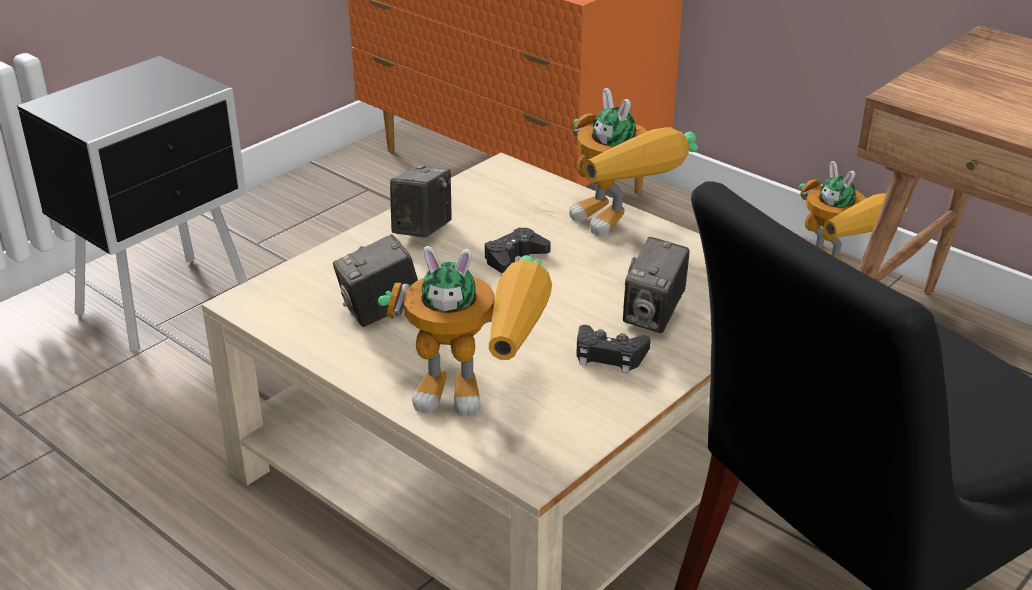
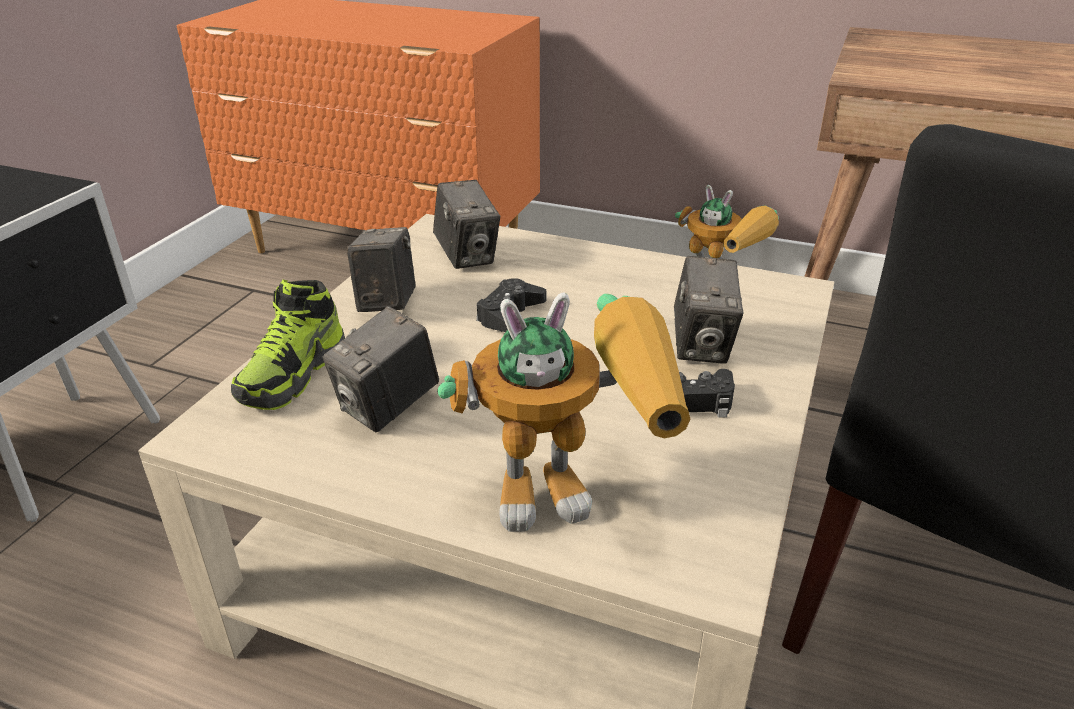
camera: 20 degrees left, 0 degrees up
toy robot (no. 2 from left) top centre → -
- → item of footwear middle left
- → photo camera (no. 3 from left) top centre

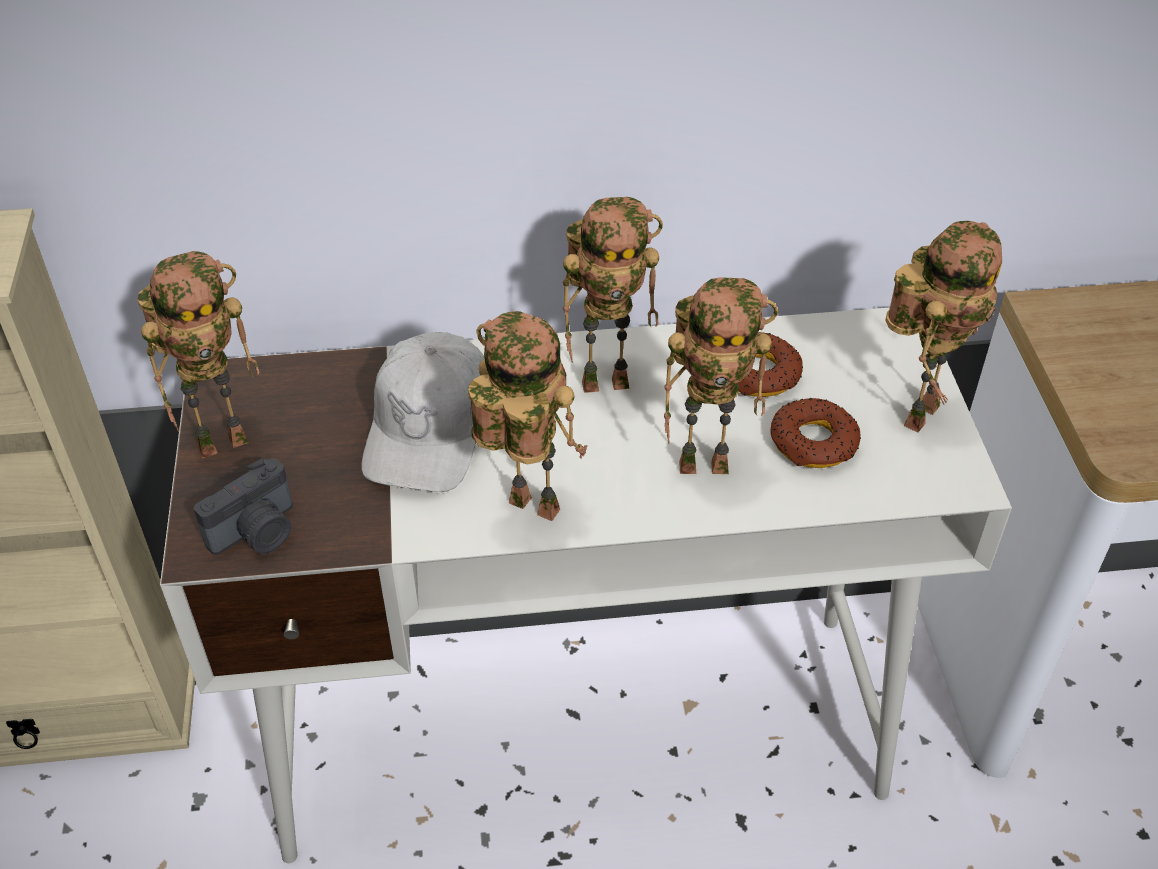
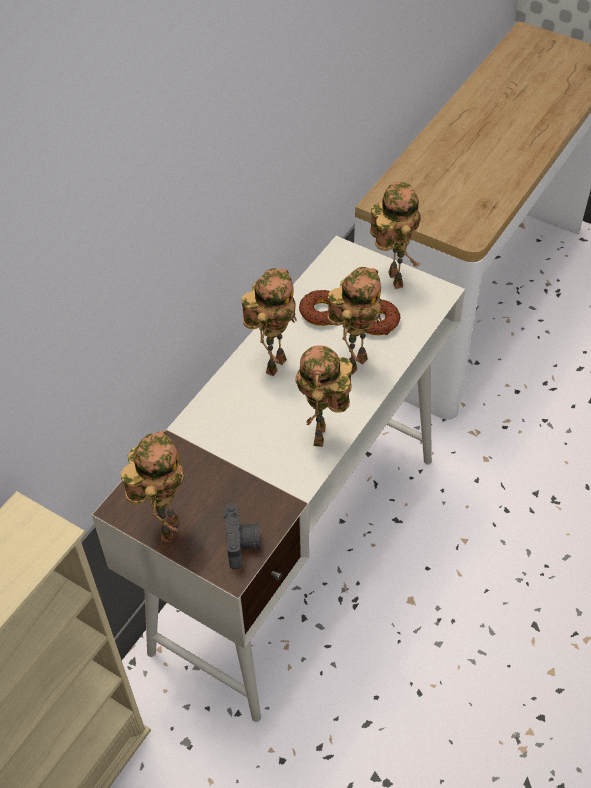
camera: 50 degrees left, 5 degrees up
white-coloured baseball cap centre → -
toy robot (no. 2 from left in the first image) centre → toy robot (no. 3 from left) centre, 60 degrees counterclockwise

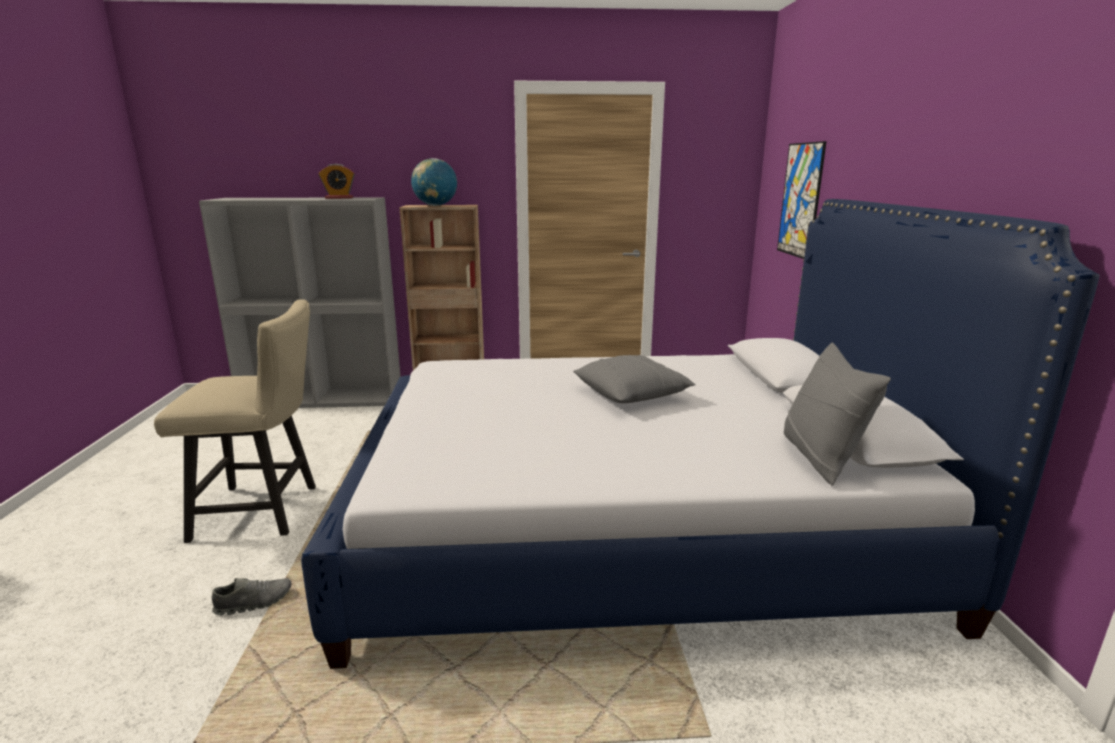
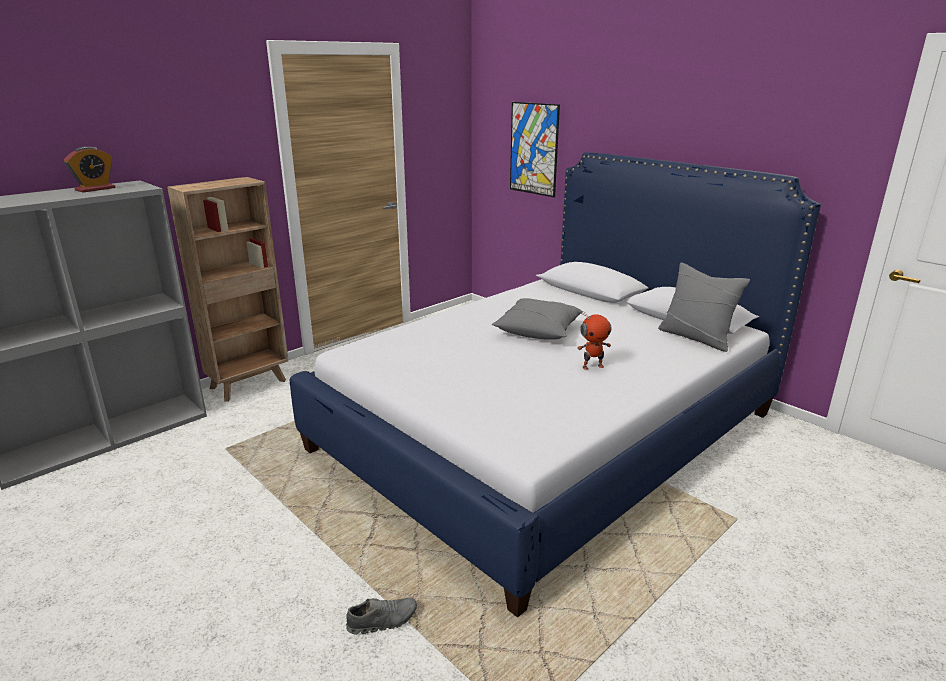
camera: 40 degrees left, 5 degrees up
beige chair middle left → -
gray item of footwear bottom left → gray item of footwear bottom centre, 45 degrees clockwise
world globe top centre → -
- → toy robot centre

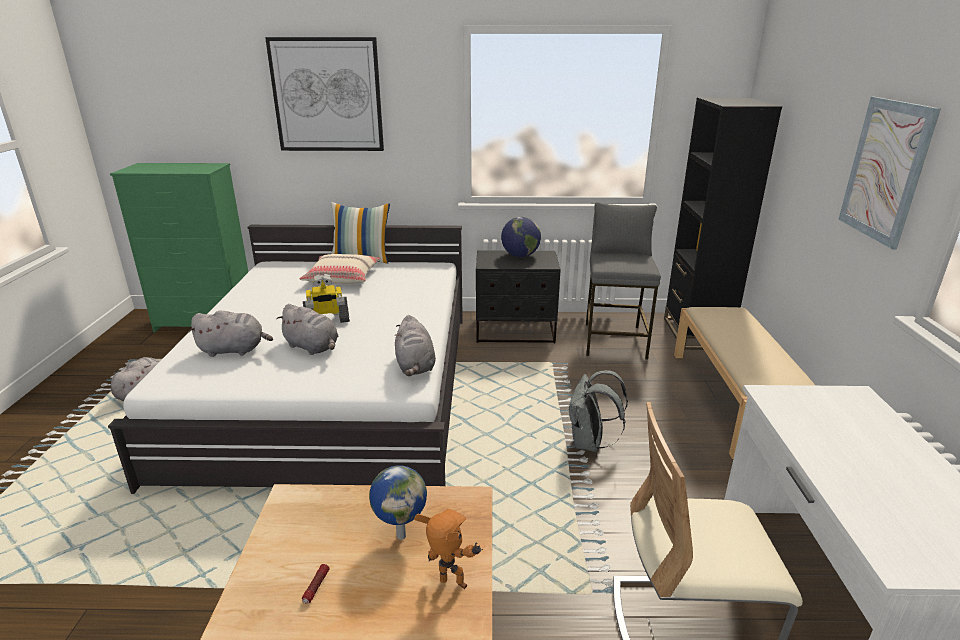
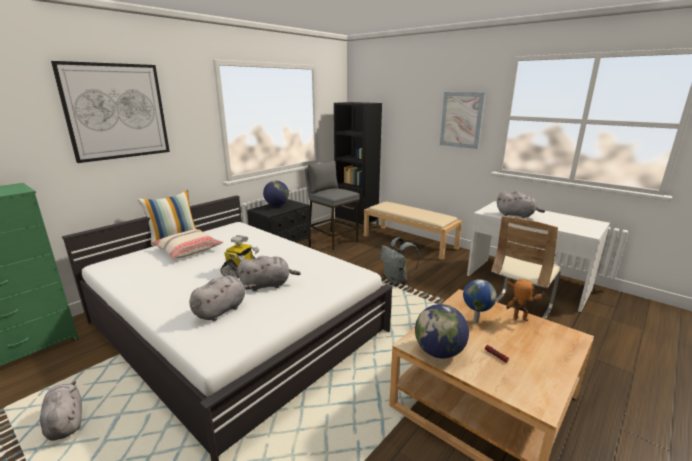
camera: 50 degrees left, 5 degrees down
gray plush toy (no. 4 from left) centre → gray plush toy (no. 4 from left) middle right, shifted
toy robot (no. 2 from left) bottom centre → toy robot (no. 2 from left) middle right, 45 degrees clockwise
- → world globe (no. 2 from left) bottom centre

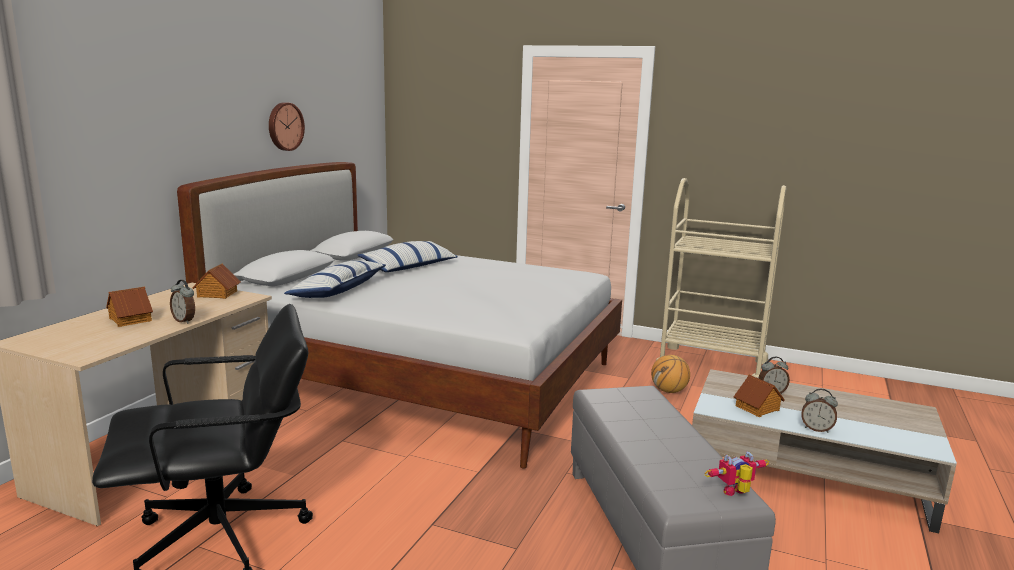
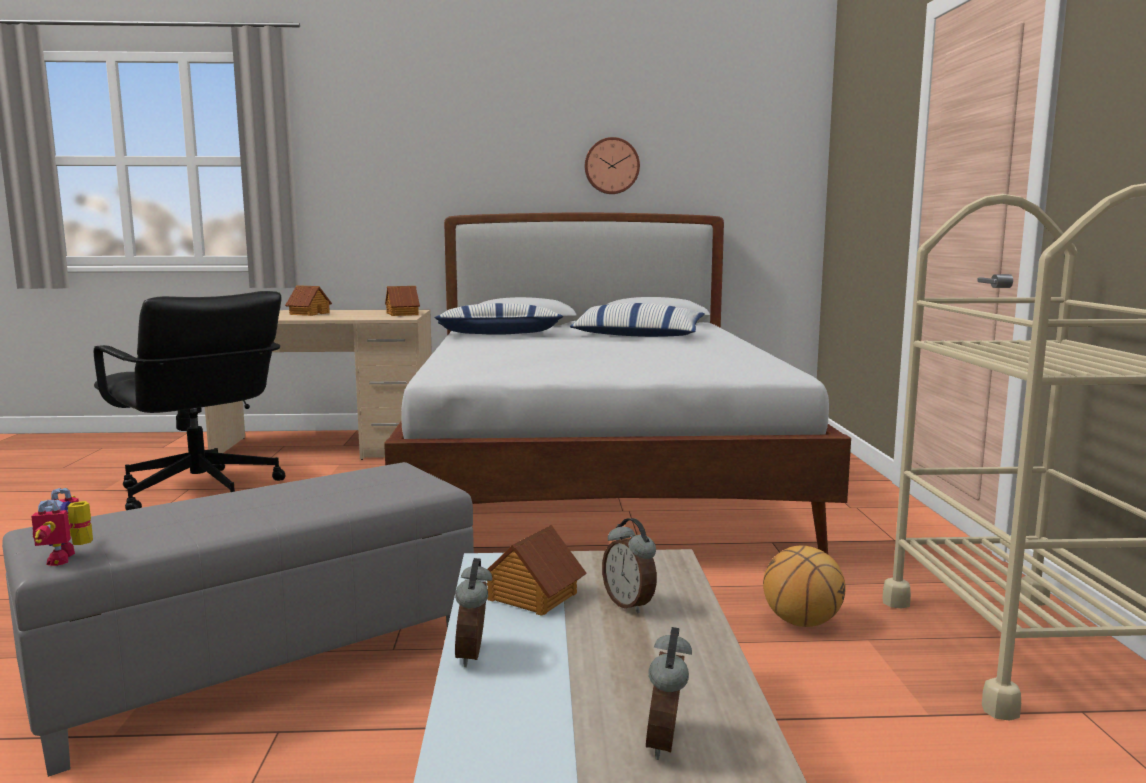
camera: 65 degrees right, 5 degrees down
table clock (no. 1 from left in the first image) middle left → table clock (no. 3 from left) bottom centre, shifted
toy robot bottom right → toy robot bottom left, 150 degrees counterclockwise

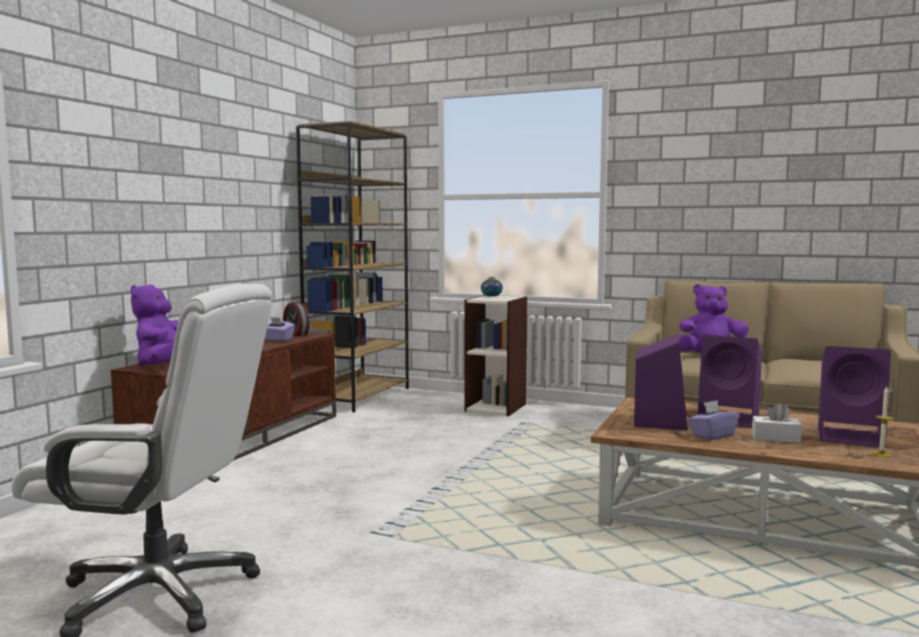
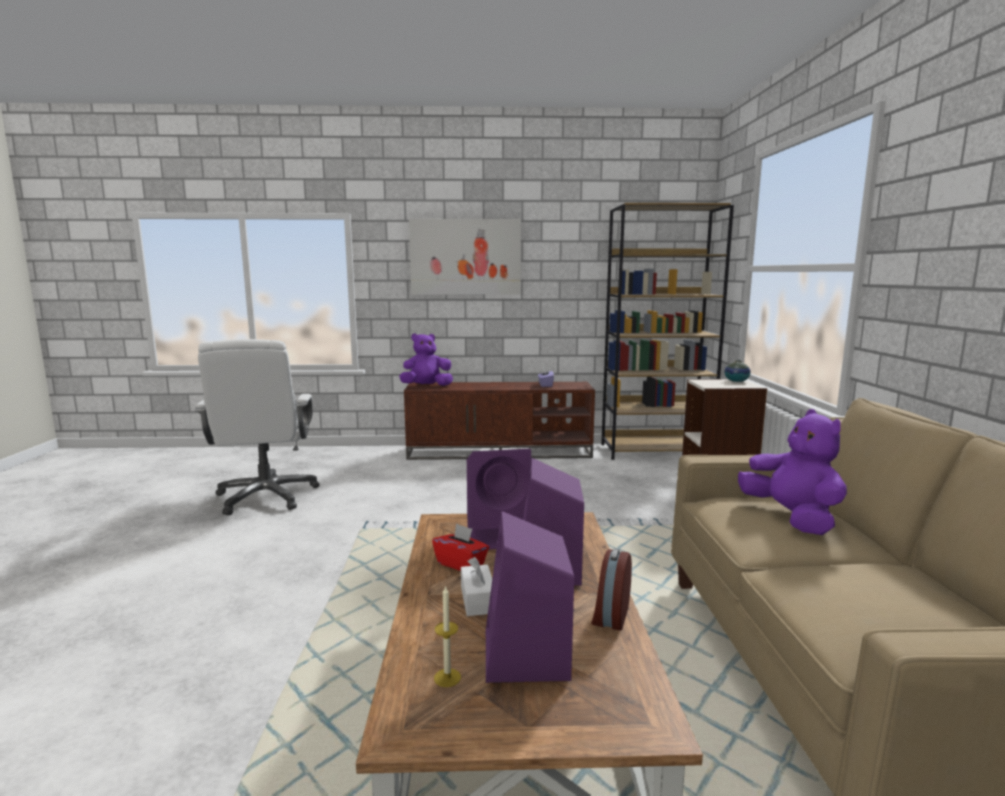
camera: 65 degrees right, 5 degrees up
table clock middle left → table clock bottom centre, shifted
purple-coloured box of tissues (no. 2 from left) middle right → reddish box of tissues bottom centre
- → picture top centre

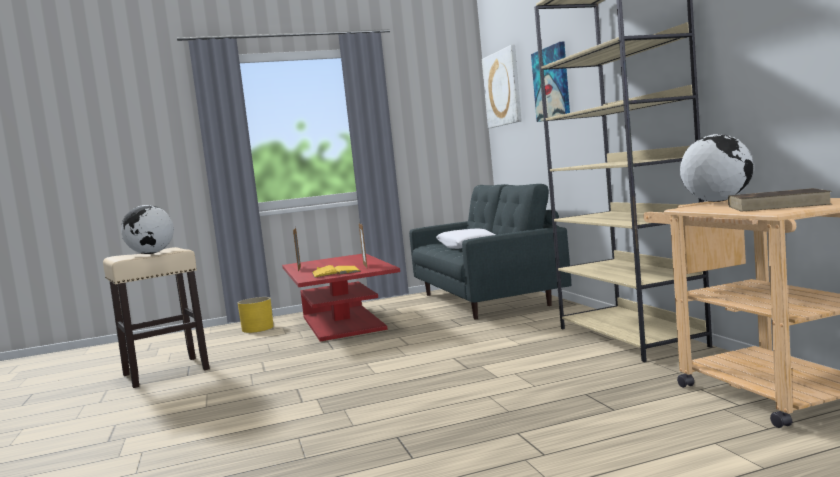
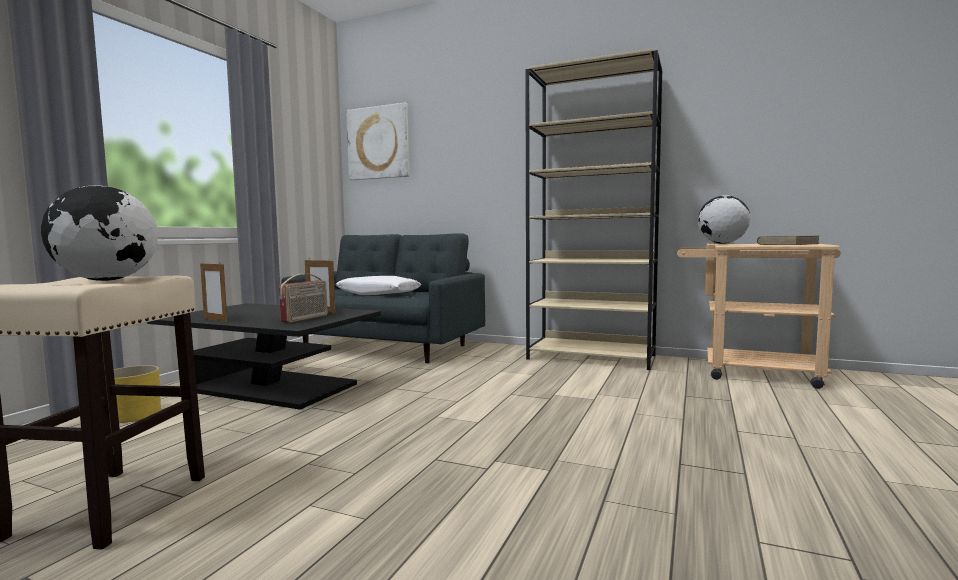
camera: 50 degrees left, 0 degrees up
reddish low table centre → blackish low table middle left
yellow book centre → radio middle left
picture (no. 2 from left) top centre → -

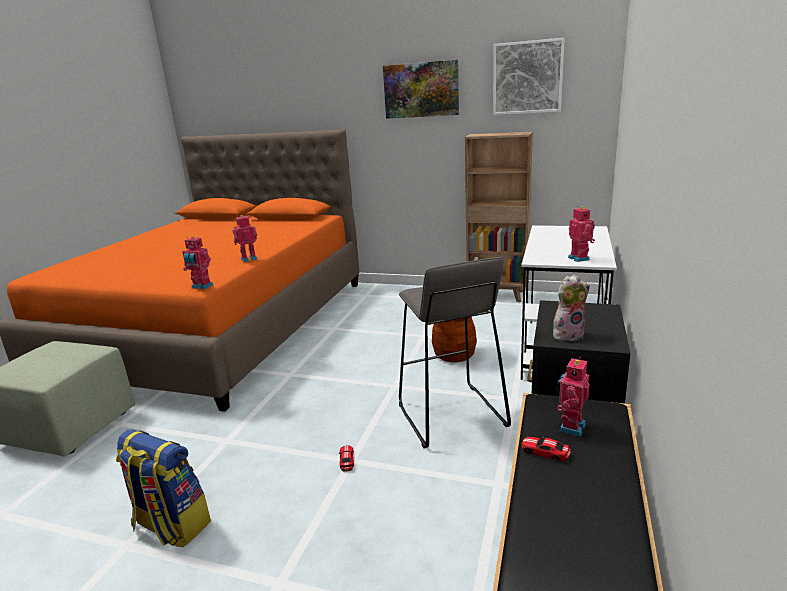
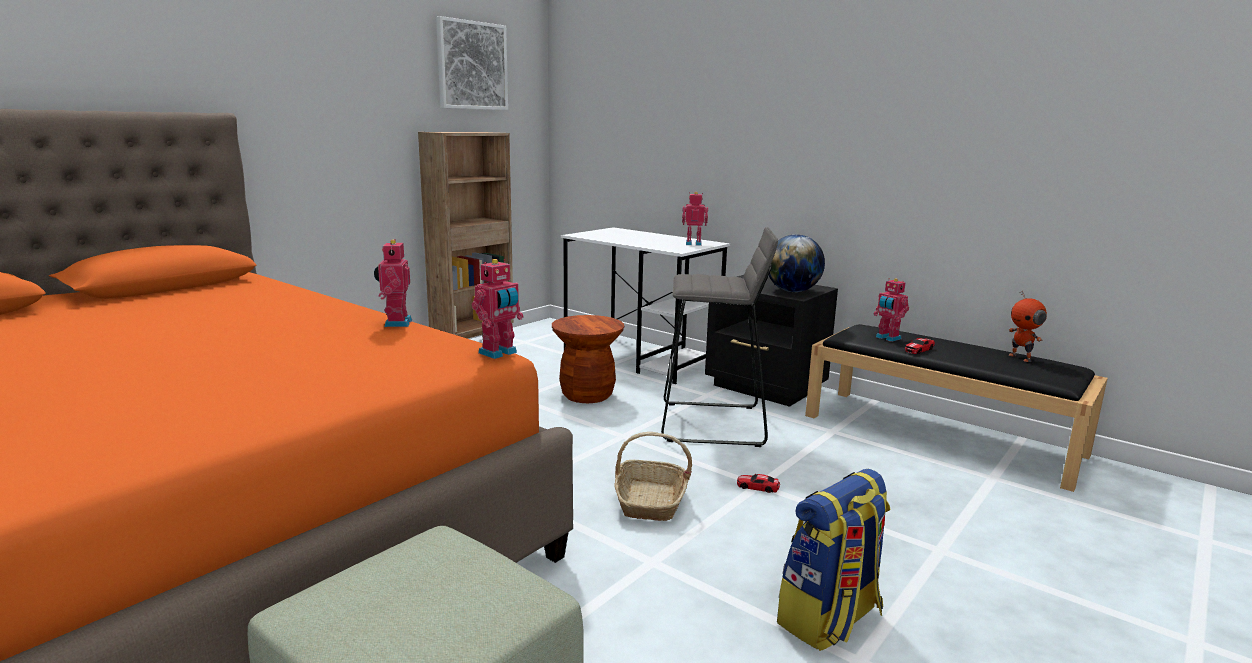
camera: 70 degrees left, 5 degrees down
picture (no. 1 from left) top centre → -
plush toy middle right → world globe centre
- → household basket bottom centre
- → toy robot (no. 5 from left) middle right

